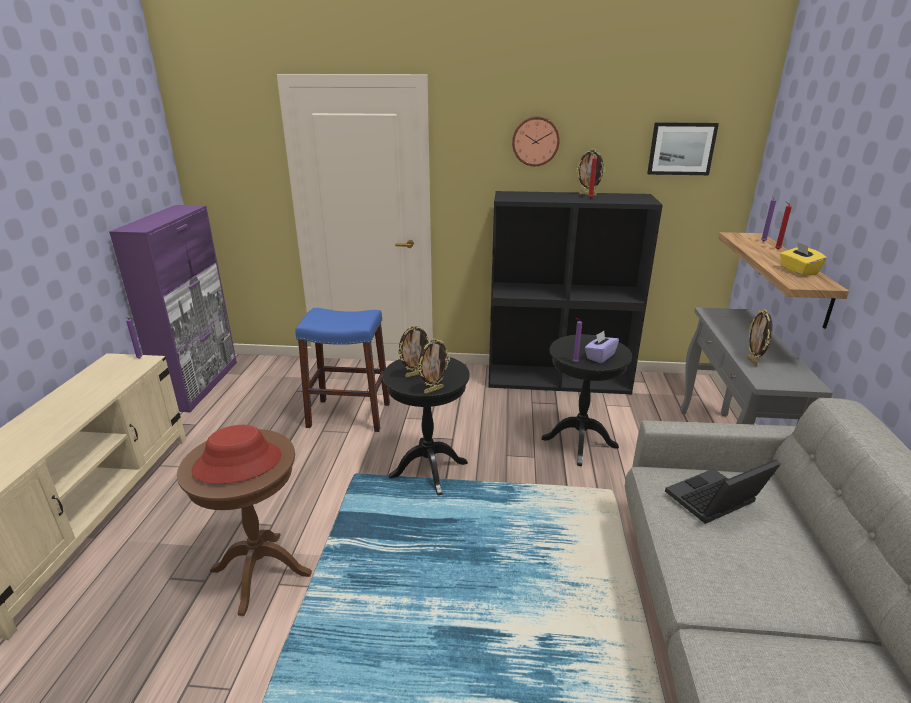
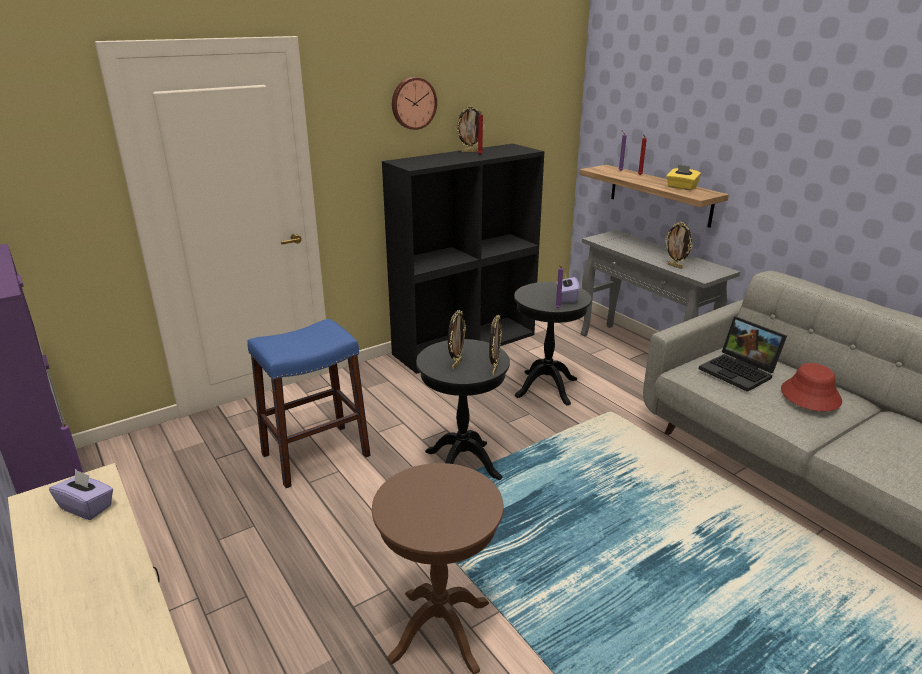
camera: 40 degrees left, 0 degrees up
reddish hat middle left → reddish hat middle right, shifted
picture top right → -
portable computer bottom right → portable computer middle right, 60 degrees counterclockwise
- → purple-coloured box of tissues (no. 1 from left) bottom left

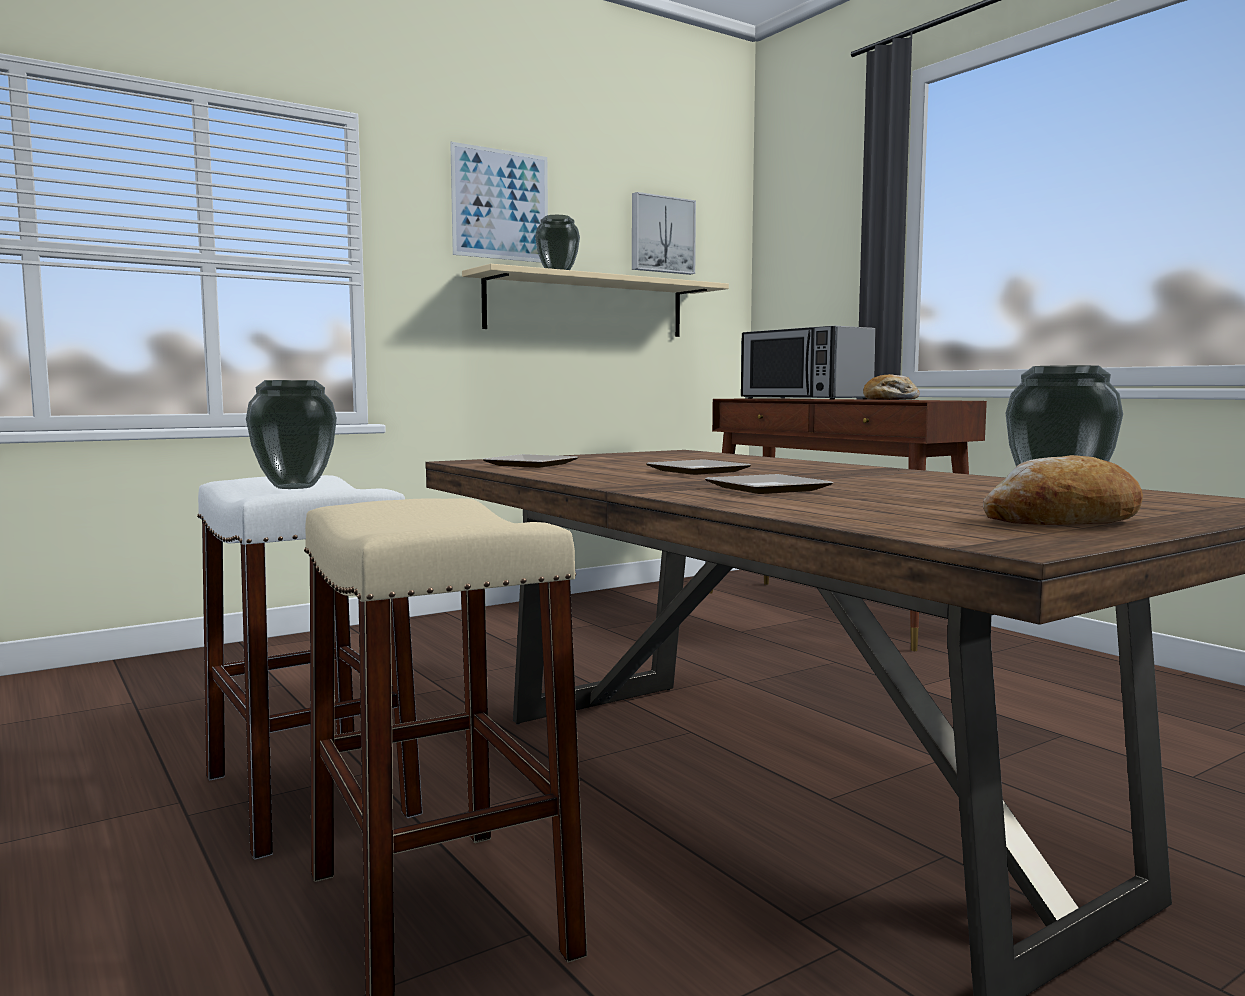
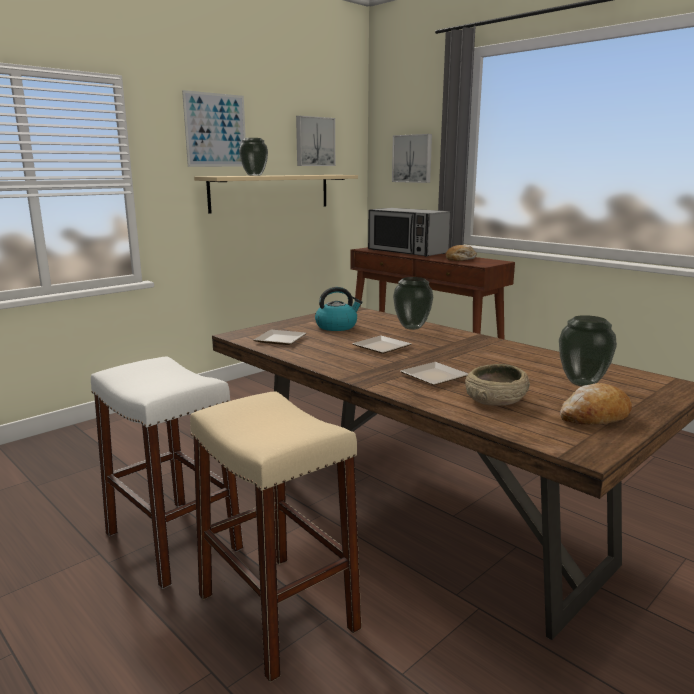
camera: 10 degrees left, 10 degrees up
flower vase (no. 1 from left in the first image) middle left → flower vase (no. 2 from left) centre, shifted
- → tea kettle centre
- → picture (no. 3 from left) top centre
- → beige bowl middle right

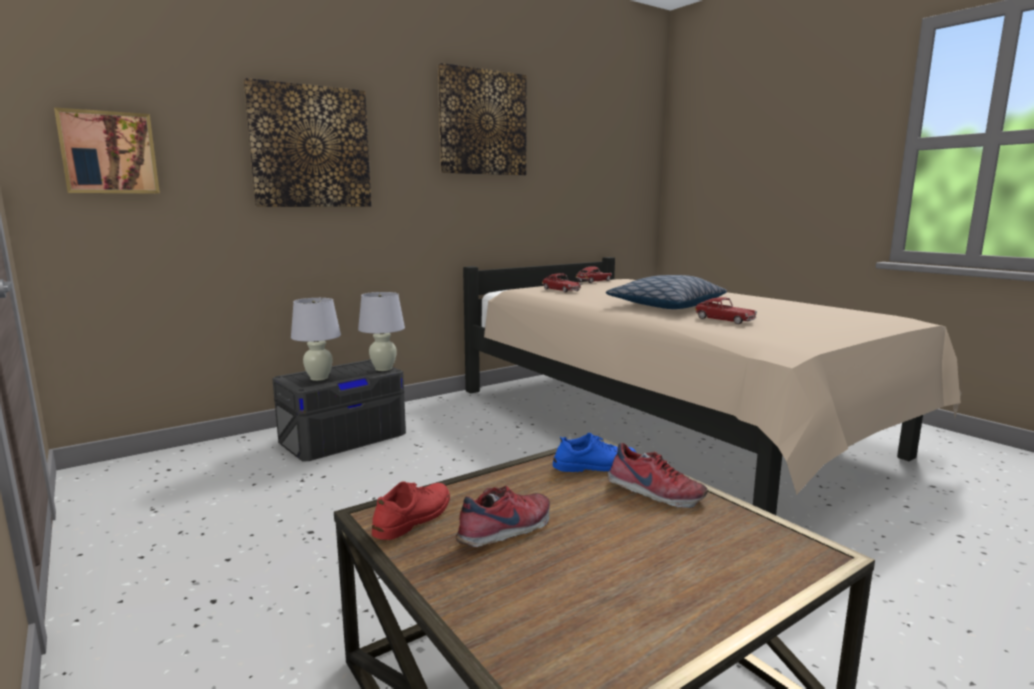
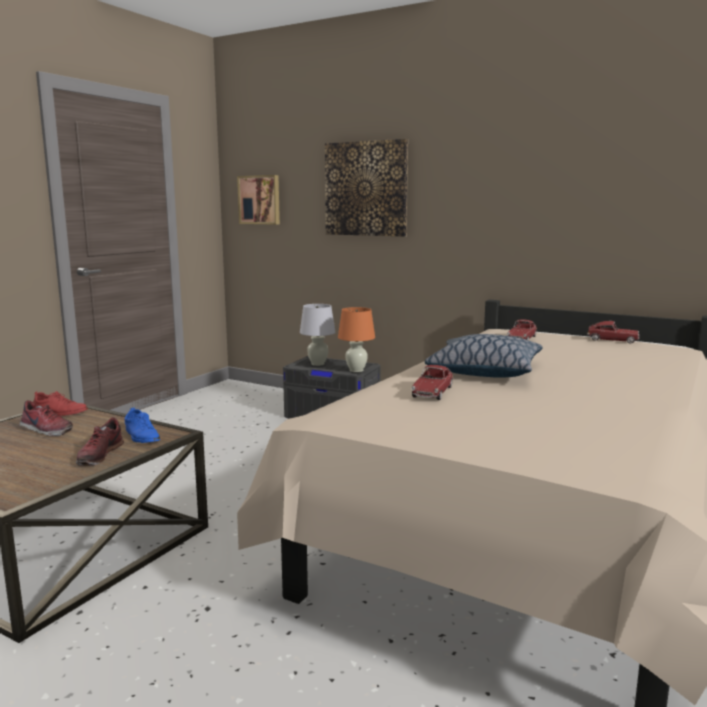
camera: 65 degrees right, 0 degrees up
white-coloured tabletop lamp (no. 2 from left) centre → orange-coloured tabletop lamp centre
picture (no. 3 from left) top centre → -

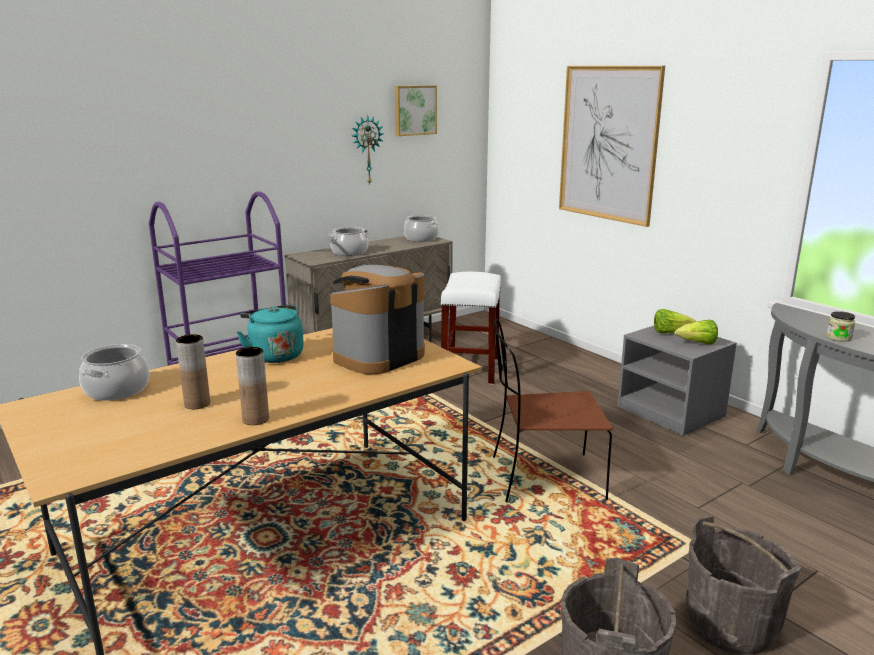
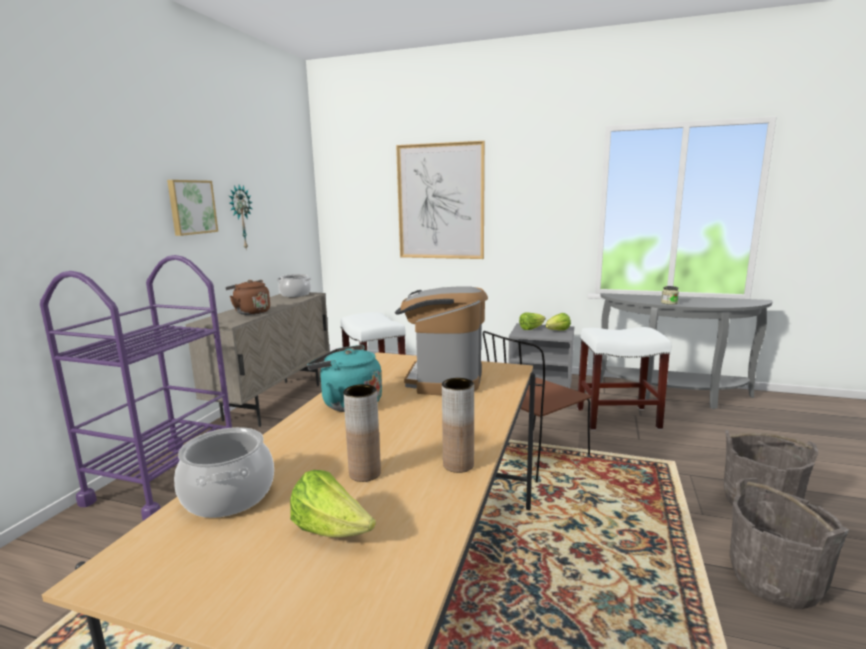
camera: 35 degrees left, 5 degrees down
stockpot (no. 2 from left) centre → brownish tea kettle middle left
picture (no. 1 from left) top centre → picture (no. 1 from left) top left, shifted
- → lettuce head (no. 1 from left) bottom centre
- → white-coloured sitting stool (no. 2 from left) middle right

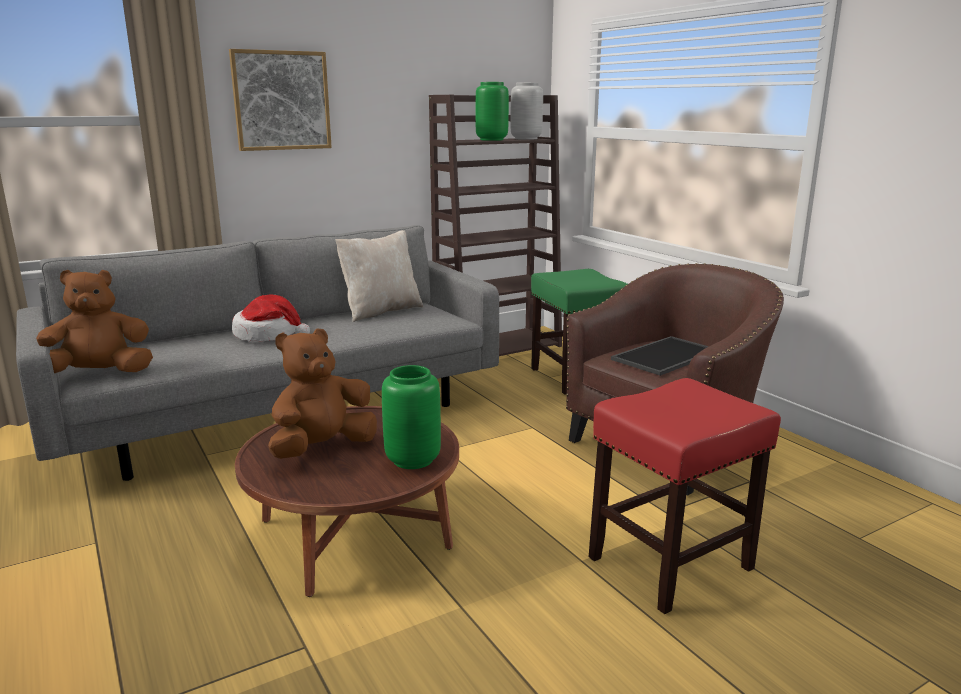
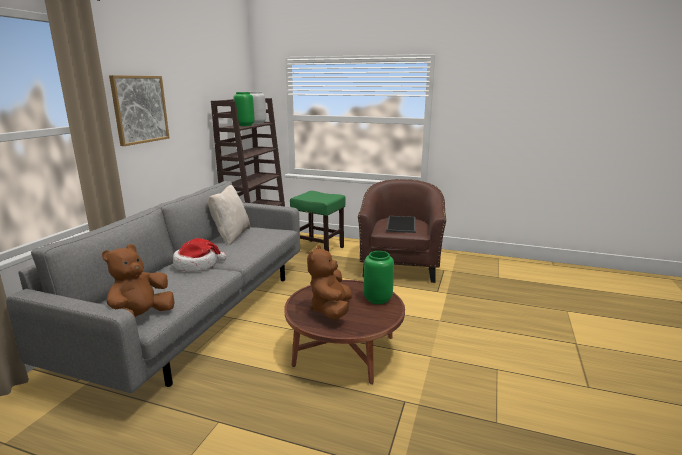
camera: 40 degrees left, 0 degrees up
reddish sitting stool bottom right → -

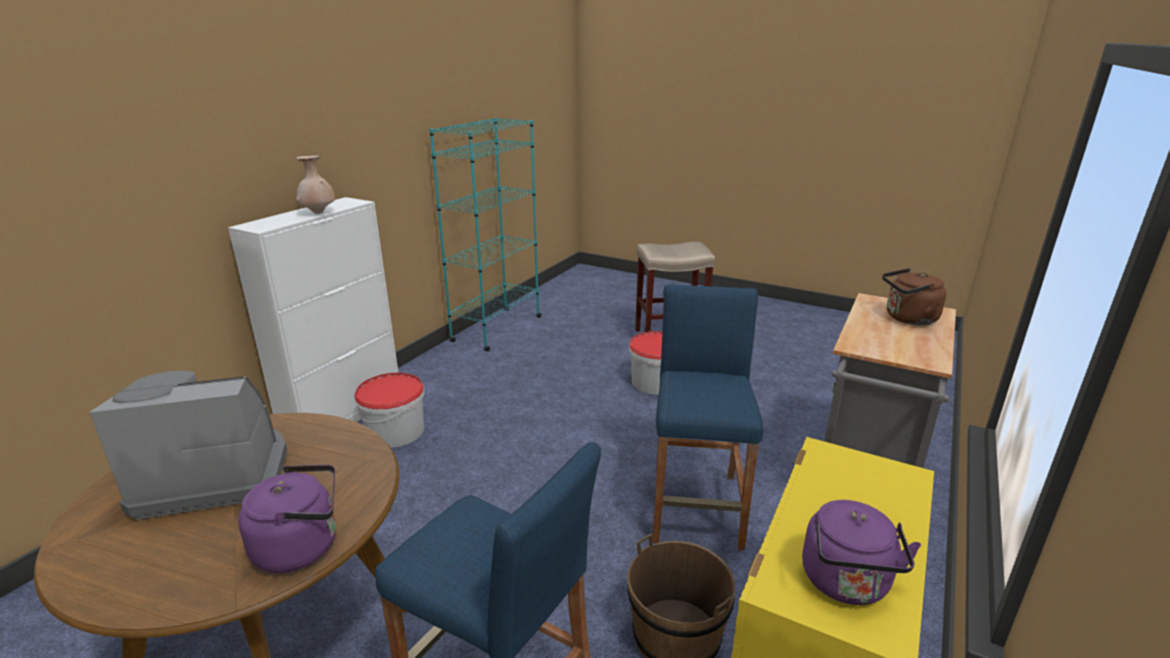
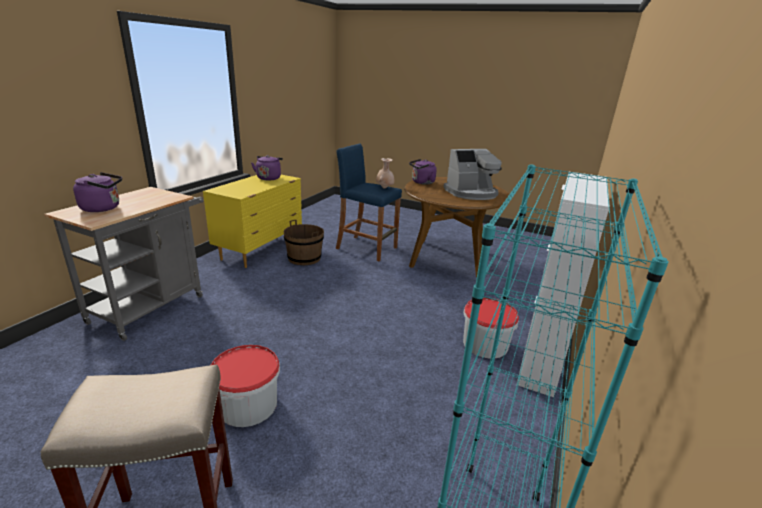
camera: 175 degrees right, 0 degrees up
beige flower vase top left → beige flower vase centre, shifted
blue sitting stool (no. 2 from left) centre → -
brownish tea kettle middle right → purple-coloured tea kettle (no. 1 from left) middle left

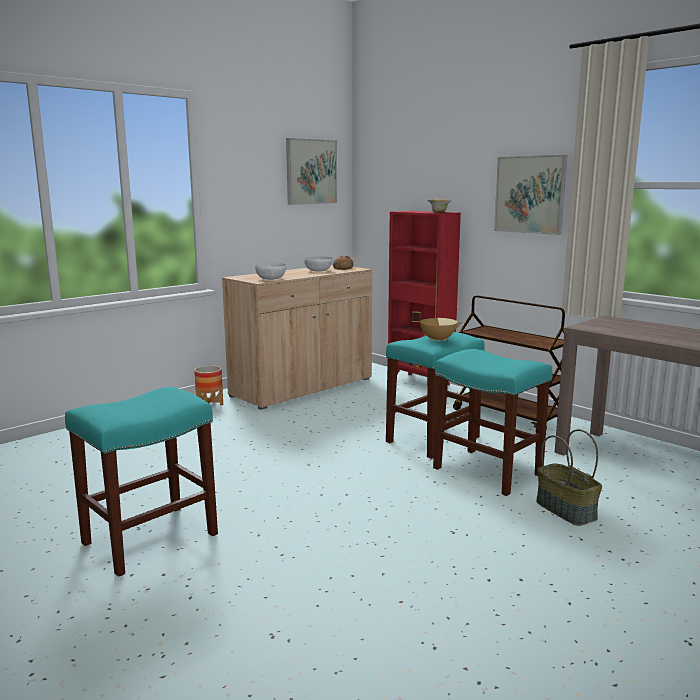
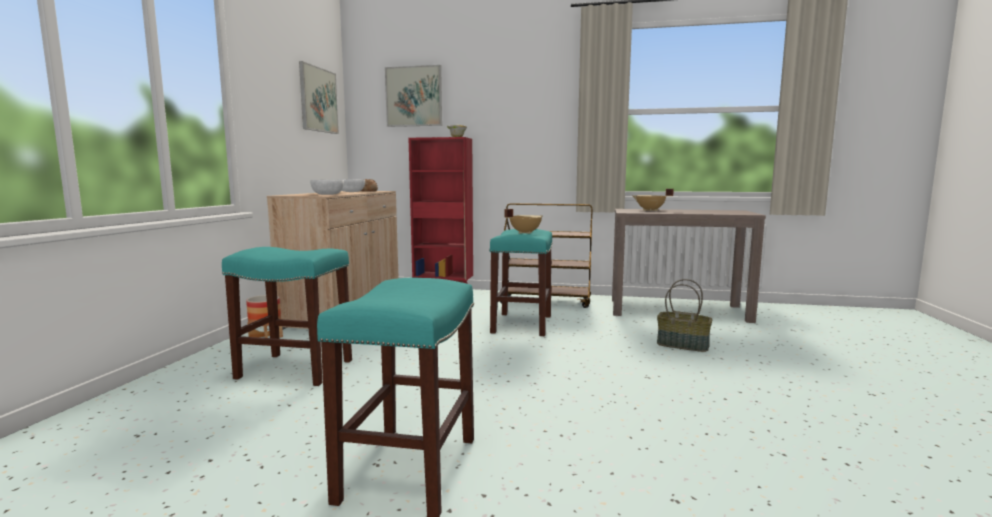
camera: 35 degrees left, 5 degrees down
turquoise sitting stool (no. 3 from left in the first image) middle right → turquoise sitting stool (no. 1 from left) middle left, shifted
picture (no. 2 from left) top right → picture (no. 2 from left) top centre, shifted
- → beige stockpot (no. 2 from left) centre

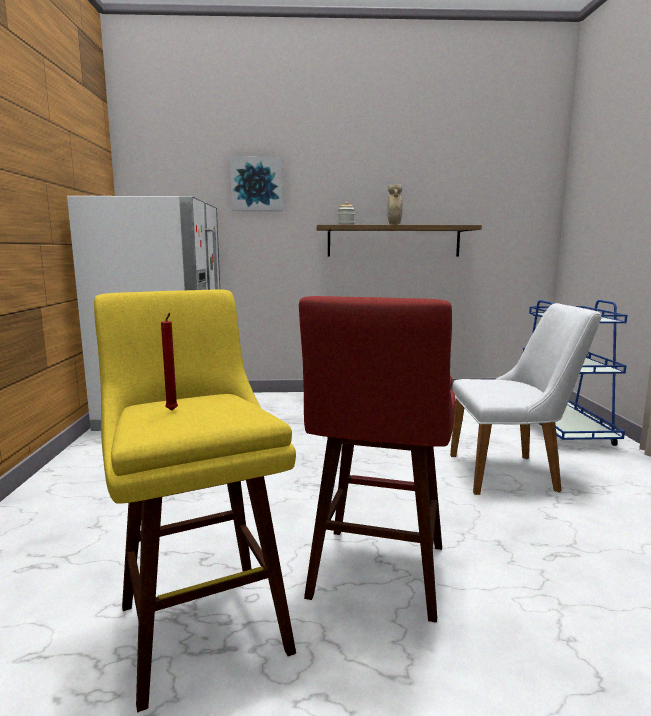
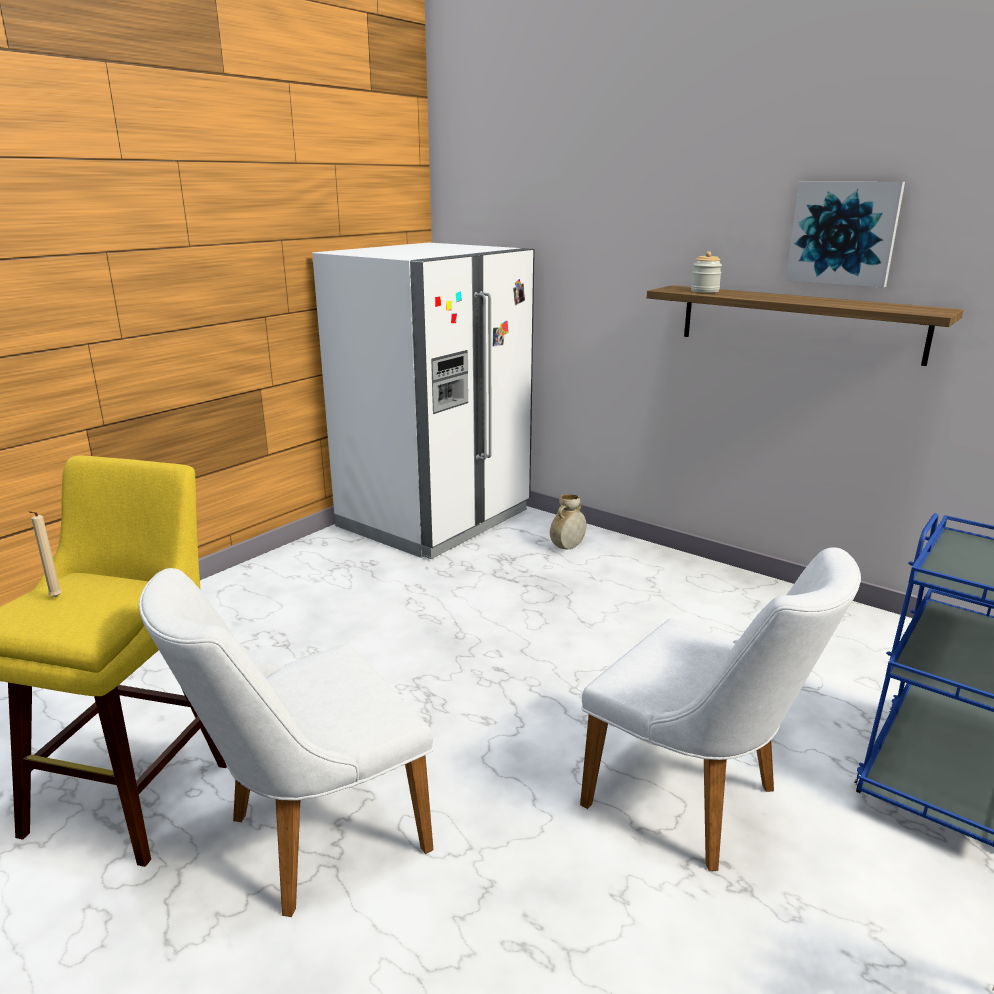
camera: 40 degrees right, 10 degrees up
reddish candle middle left → beige candle middle left
picture top centre → picture top right, shifted
reddish sitting stool centre → white-coloured chair (no. 1 from left) bottom left
beige flower vase top centre → beige flower vase centre, shifted

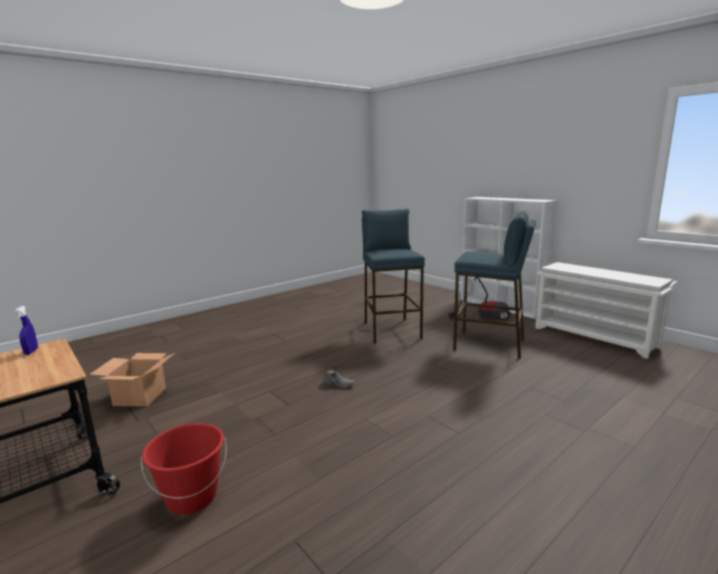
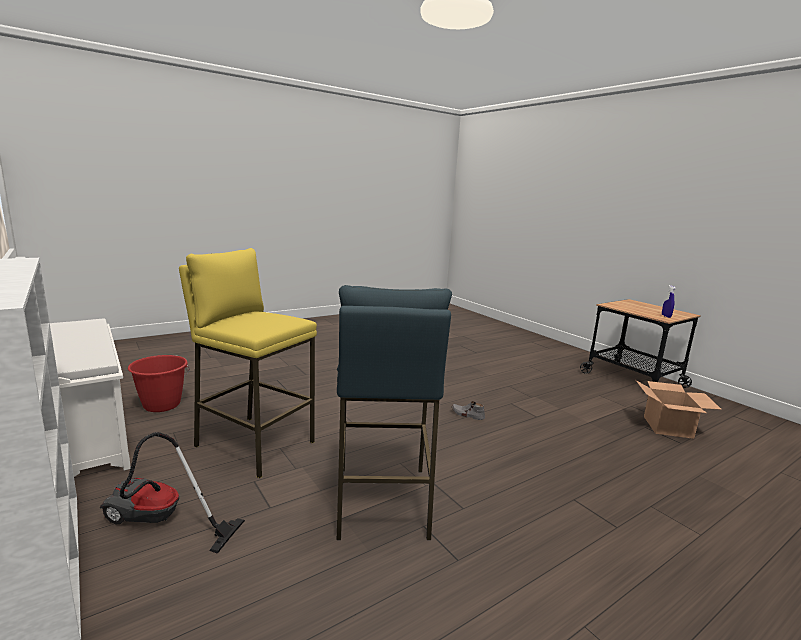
camera: 175 degrees left, 0 degrees up
reddish bucket bottom left → reddish bucket middle left, shifted
blue sitting stool (no. 2 from left) middle right → yellow sitting stool middle left

